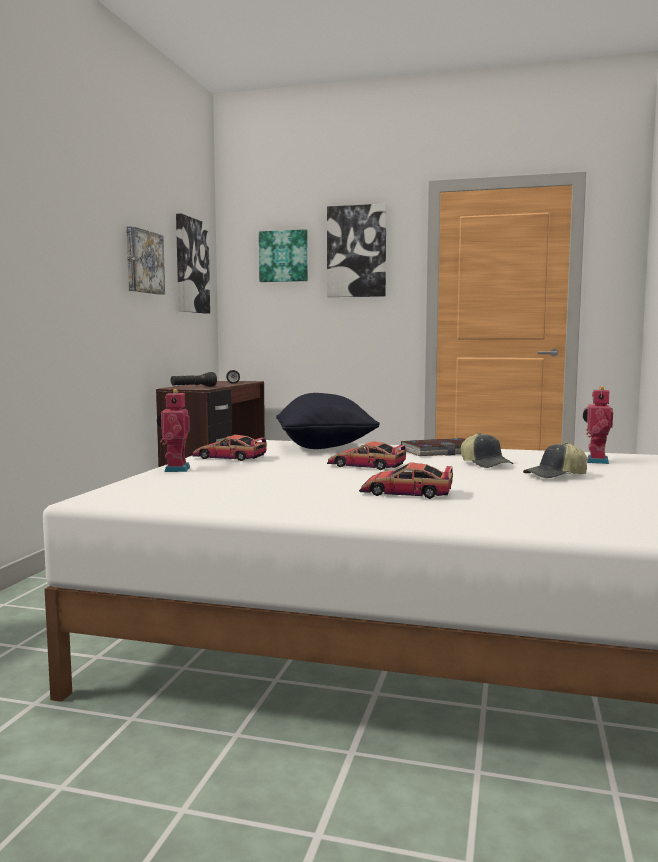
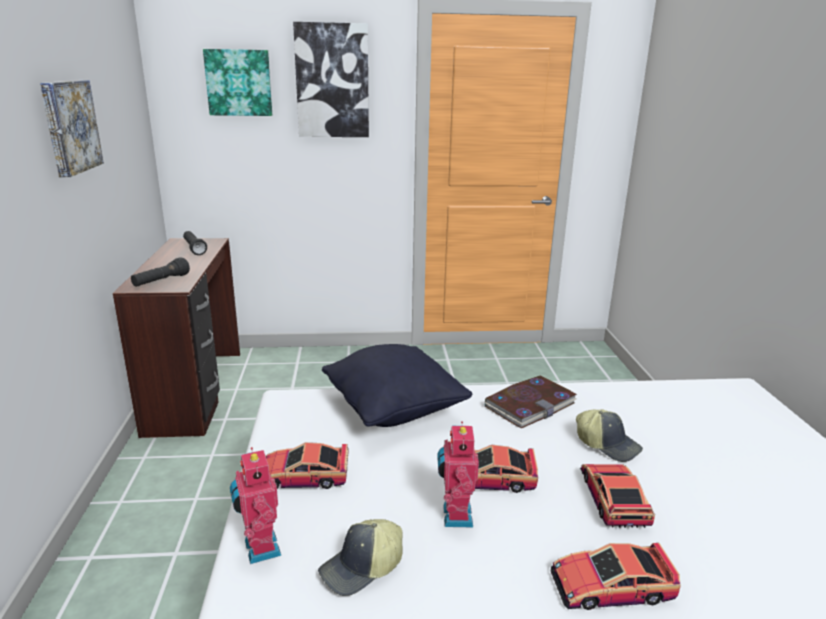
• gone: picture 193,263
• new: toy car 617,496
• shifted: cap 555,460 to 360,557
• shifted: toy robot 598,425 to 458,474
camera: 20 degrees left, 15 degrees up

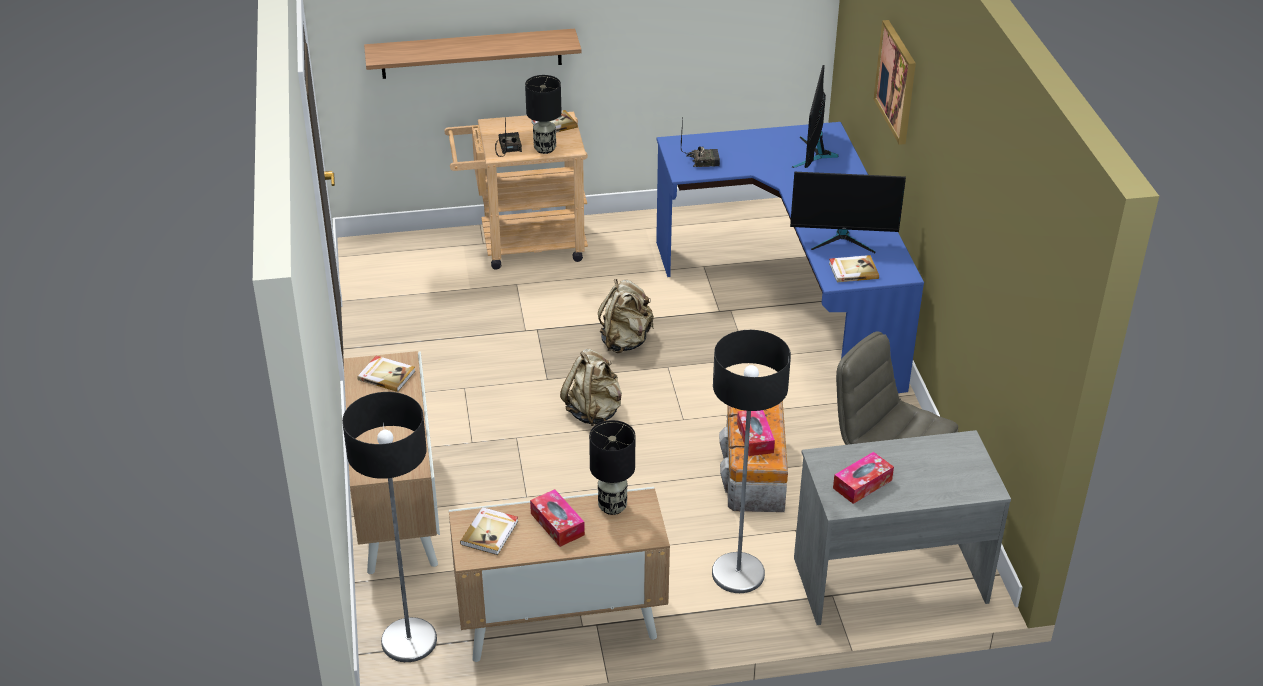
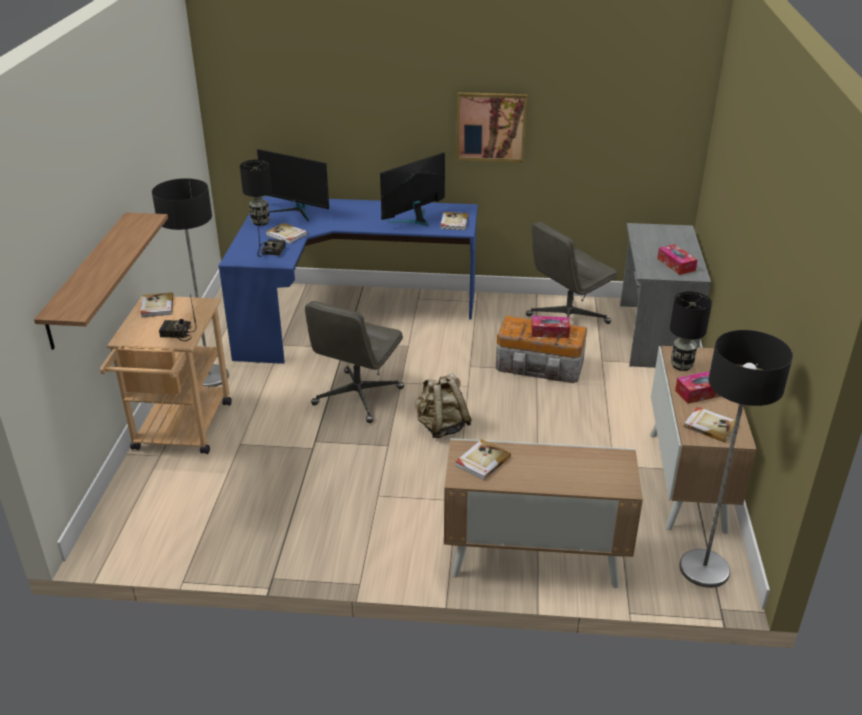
• new: book 287,233
• shifted: black table lamp 543,114 to 256,193
• shifted: floor lamp 751,461 to 190,282
• shifted: picture 895,82 to 491,127
• swapped: beige backpack 626,316 to grey office chair 354,362
• rotated: monitor 848,212 = 412,189 150 degrees counterclockwise
camera: 75 degrees left, 5 degrees down

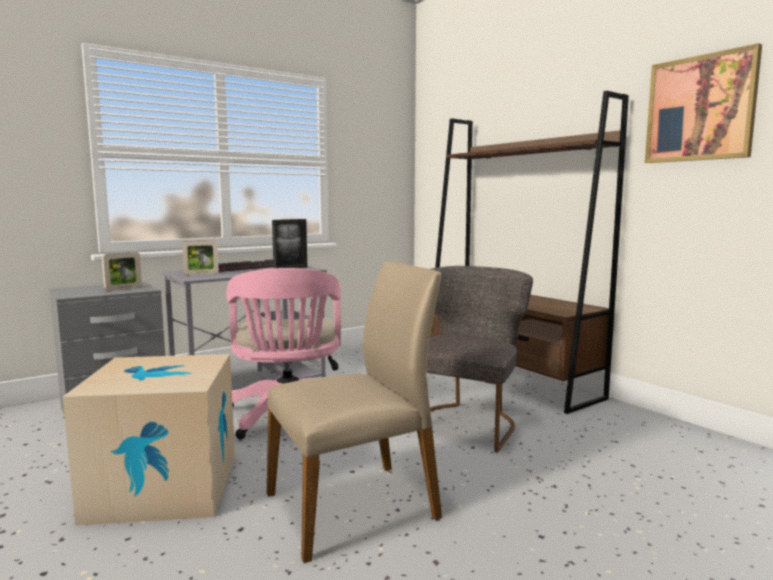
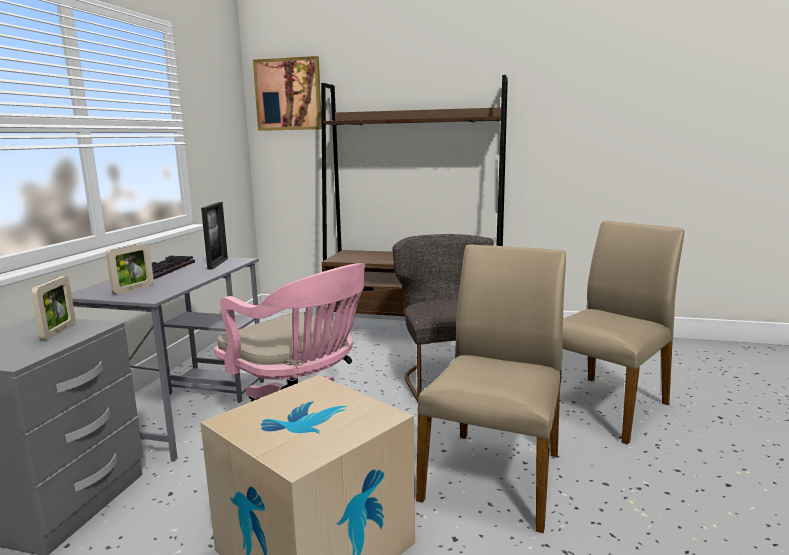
• new: beige chair 623,333
• shifted: picture 703,103 to 287,93
camera: 40 degrees left, 5 degrees up

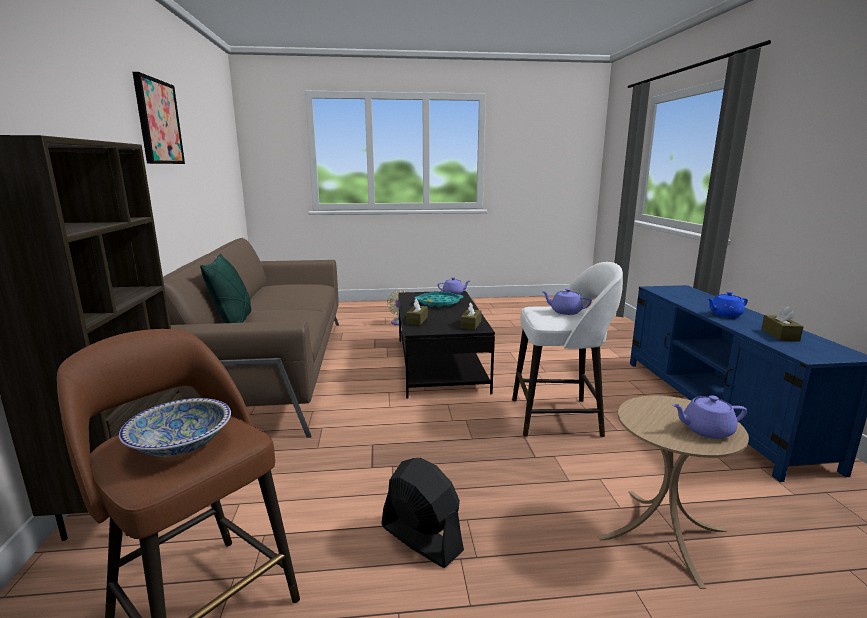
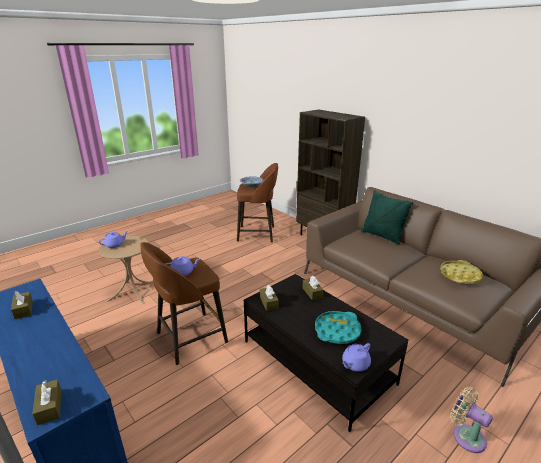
• gone: picture 158,118
• gone: black fan 422,513
• gone: blue teapot 727,304
• new: brown tissue box 46,402
• new: yellow tray 461,272
• repainted: white stool 567,349 to brown stool 184,303
camera: 145 degrees right, 10 degrees up

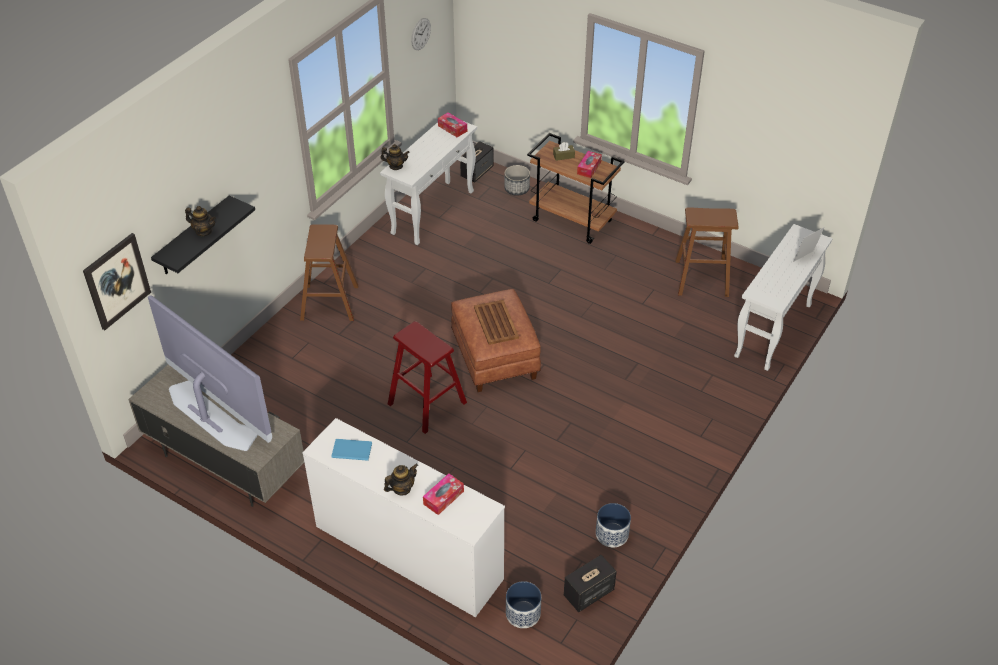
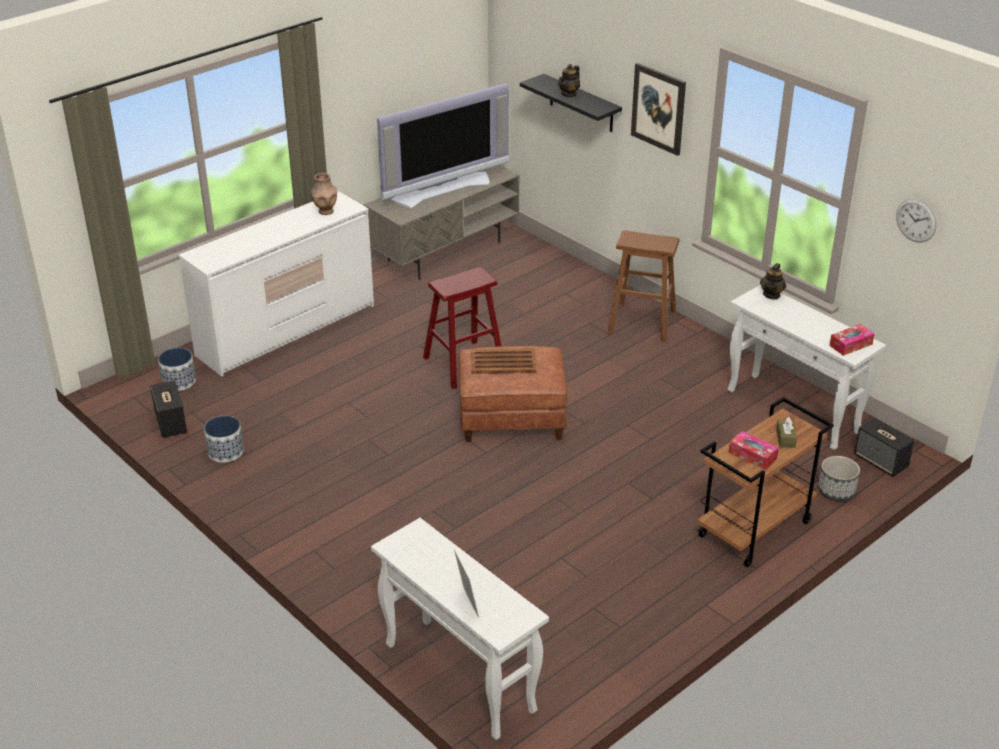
• gone: teapot 401,479
• gone: tissue box 443,494
• gone: brown stool 706,252
• shifted: picture 117,281 to 658,109
• swapped: blue book 351,450 to brown vase 324,194
camera: 105 degrees right, 10 degrees down

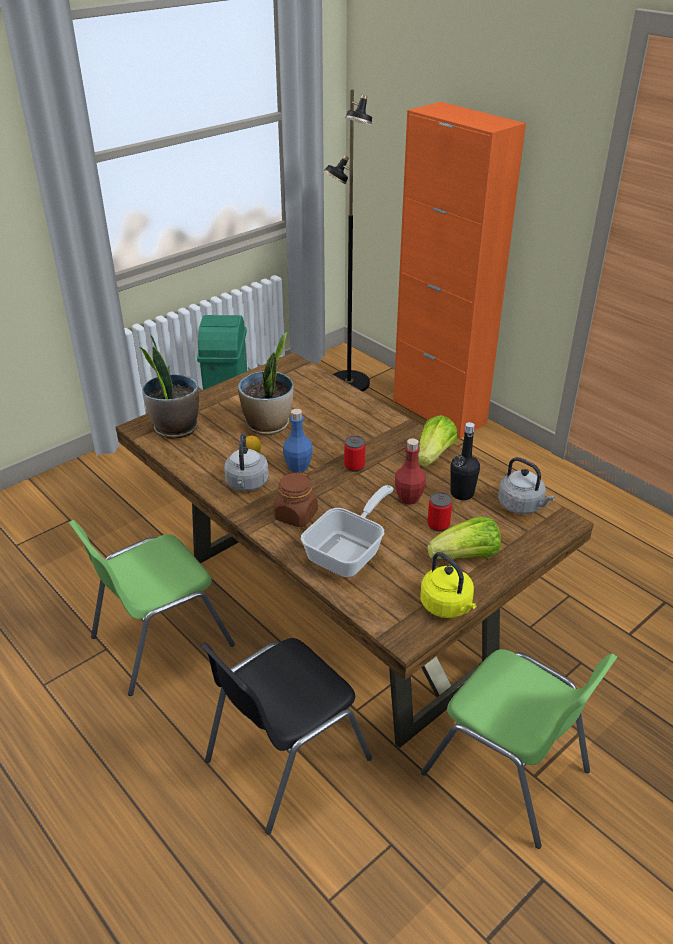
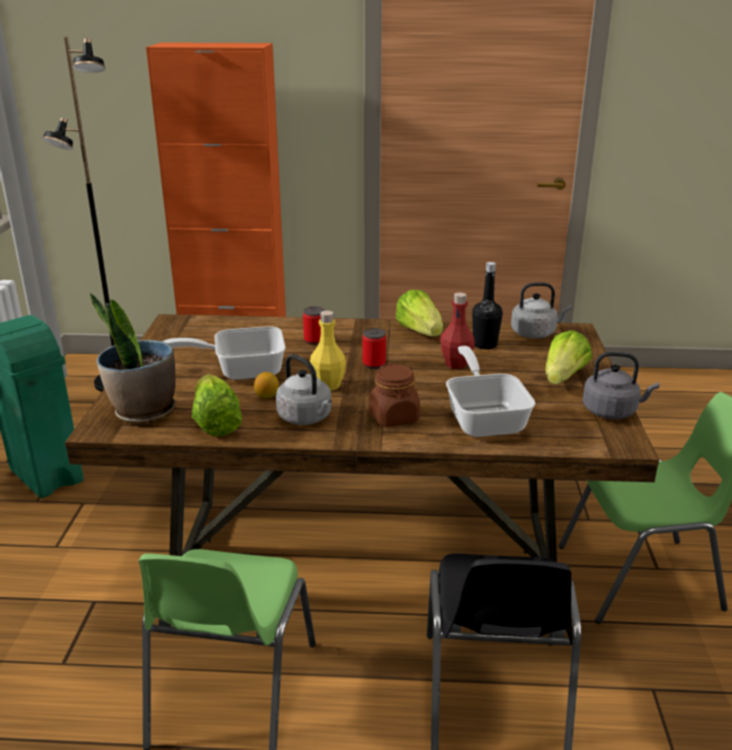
• new: lettuce 217,405
• shifted: can 439,512 to 314,325
• swapped: potted plant 265,383 to frying pan 224,353
• repainted: blue bottle 297,441 to yellow bottle 328,351
• repainted: yellow kettle 448,585 to grey kettle 621,385
camera: 45 degrees left, 10 degrees down

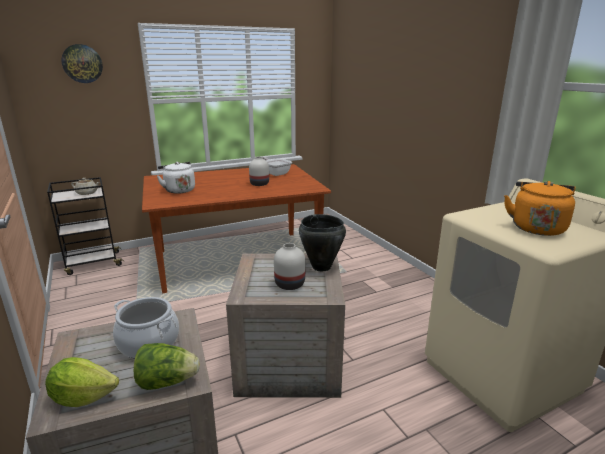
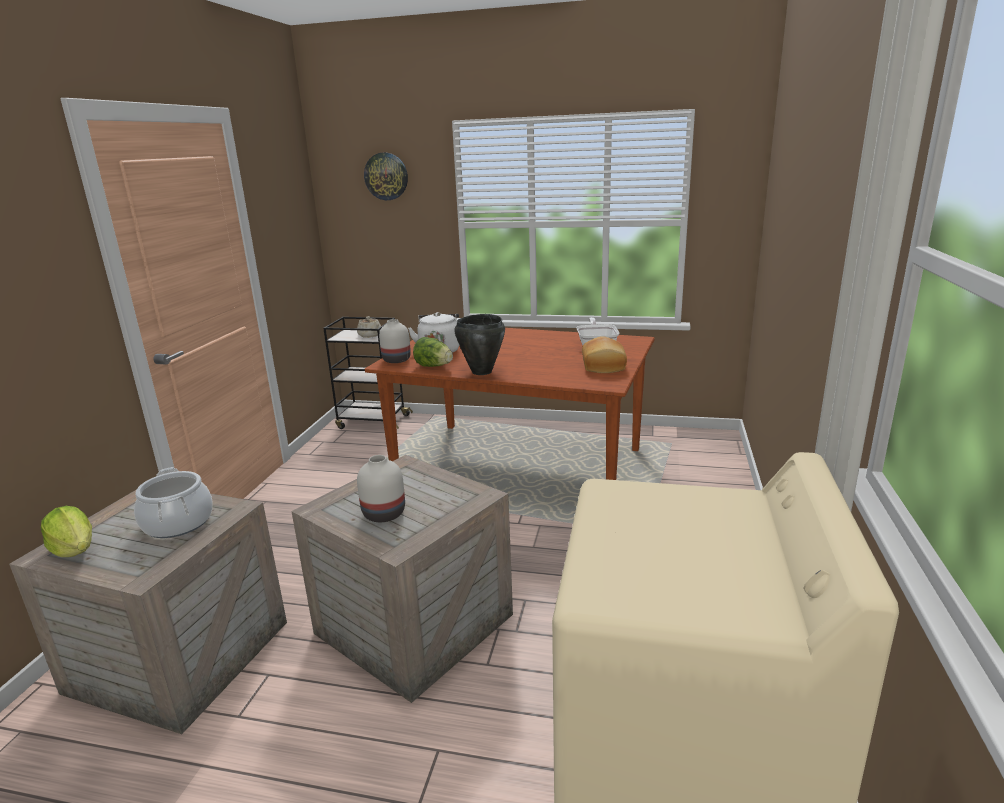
• gone: orange kettle 539,208
• new: bread 604,354
• shifted: lettuce 167,366 to 433,352
• shifted: white vase 259,171 to 395,341
• shifted: black cooking pot 322,242 to 479,344
camera: 40 degrees right, 0 degrees up

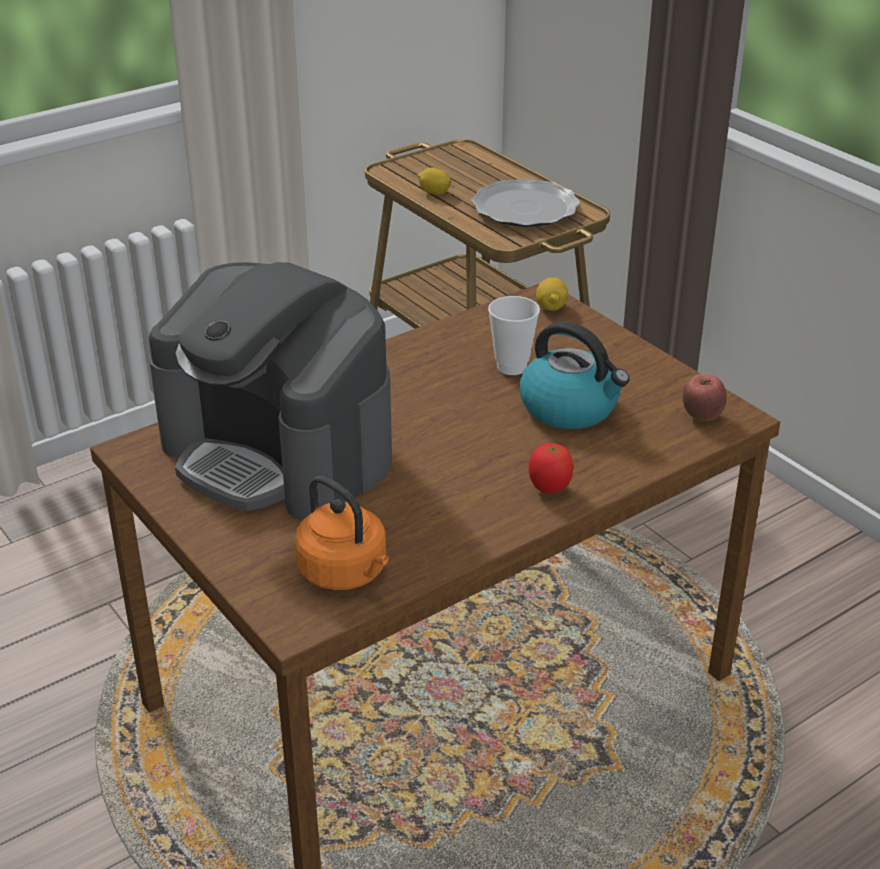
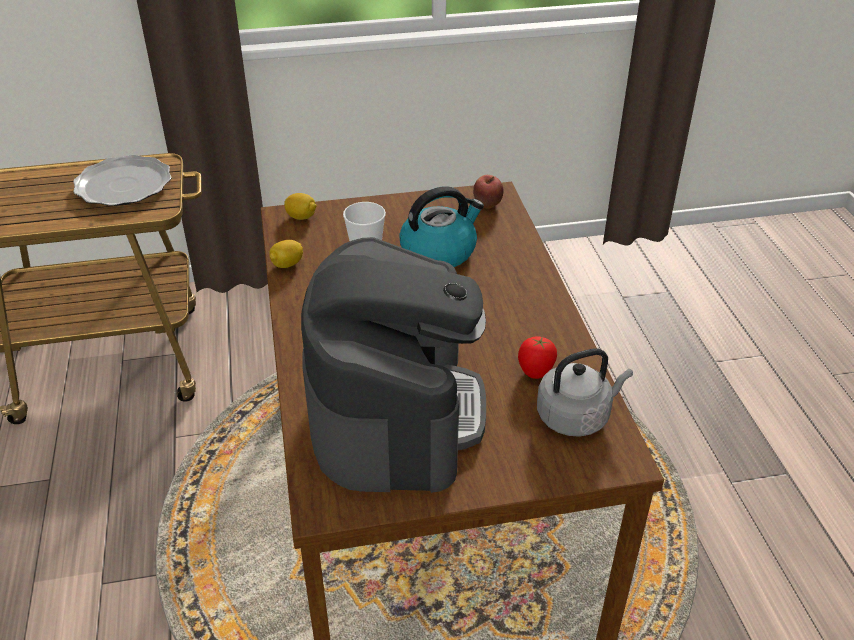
• shifted: lemon 434,181 to 286,254
• shifted: tomato 550,468 to 537,357
• repainted: orange kettle 342,533 to grey kettle 585,392
• rotated: coffee machine 270,391 = 393,365 60 degrees counterclockwise
camera: 65 degrees left, 5 degrees up

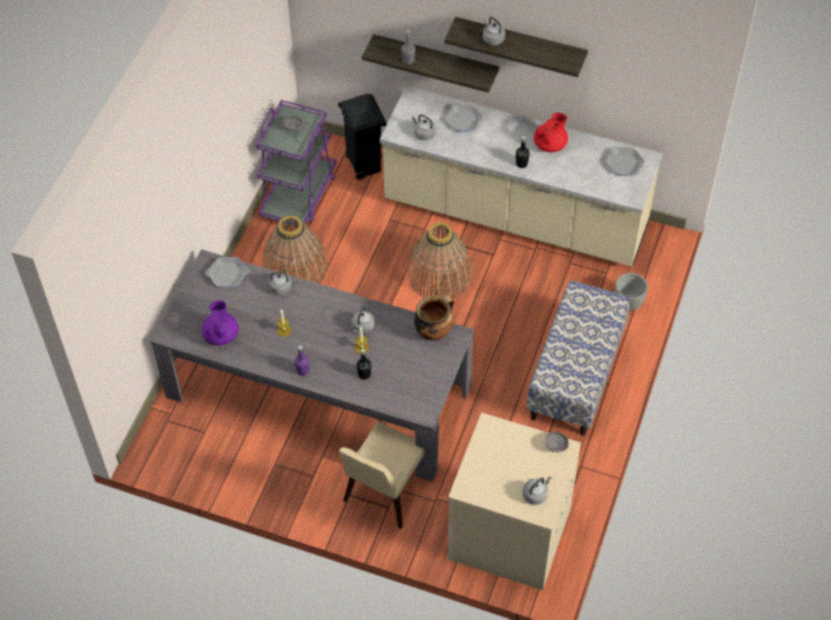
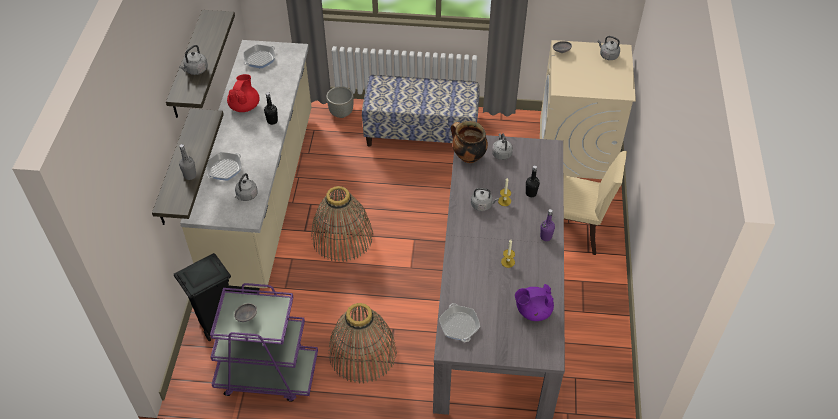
• shifted: grey kettle 283,283 to 502,146
• rotated: red teapot 551,132 = 243,93 75 degrees clockwise
camera: 105 degrees left, 5 degrees down

